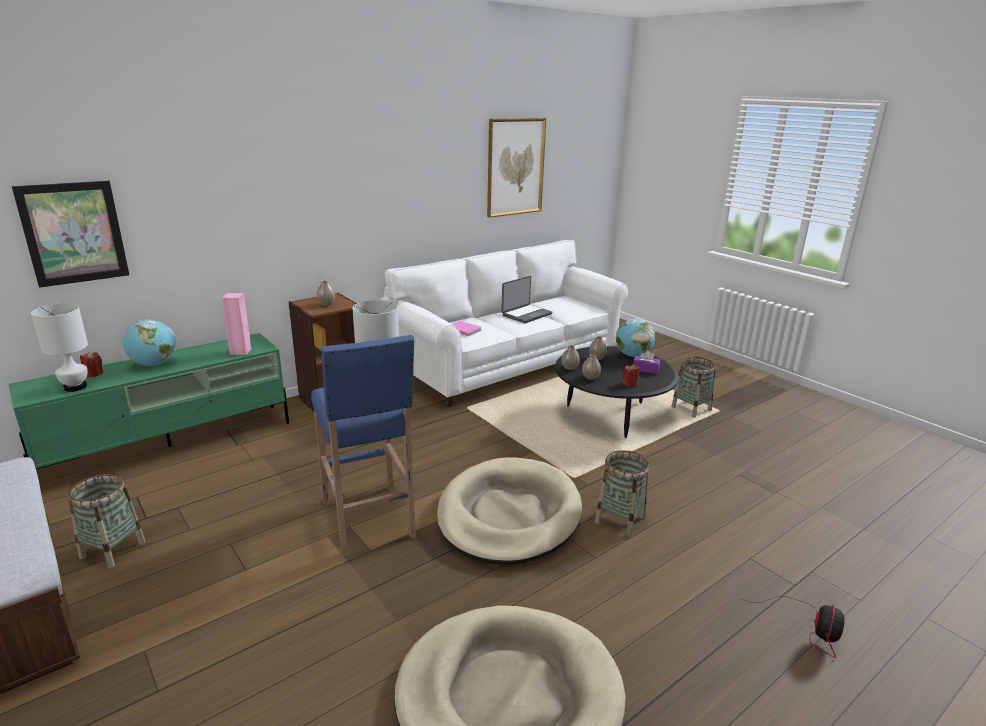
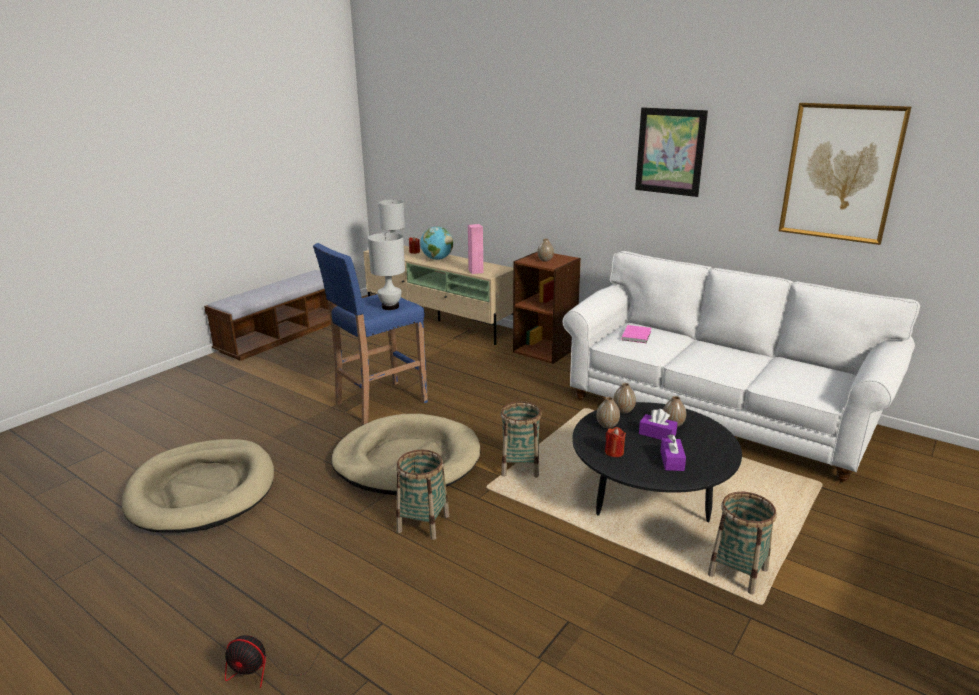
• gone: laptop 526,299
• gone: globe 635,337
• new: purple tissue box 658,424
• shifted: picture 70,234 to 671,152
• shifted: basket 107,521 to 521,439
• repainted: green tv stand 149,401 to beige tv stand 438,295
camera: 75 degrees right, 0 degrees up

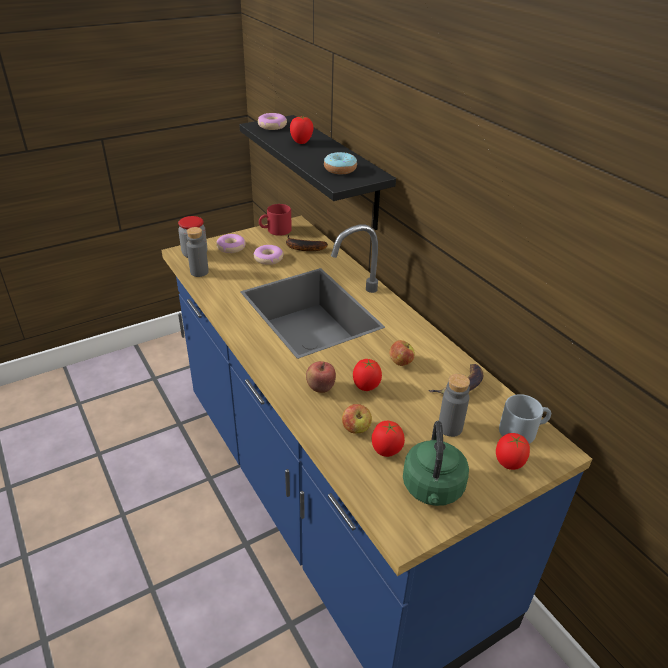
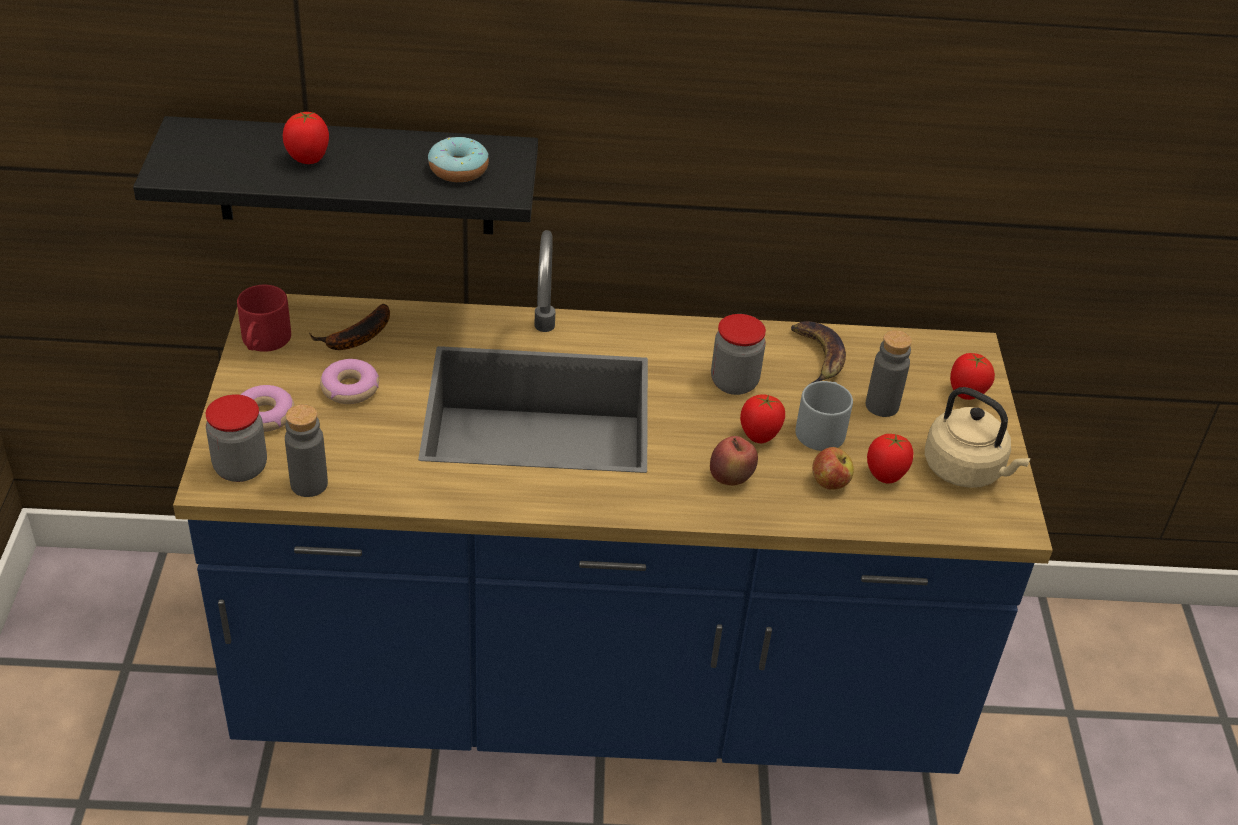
• gone: donut 272,121
• shifted: grey mug 525,419 to 824,416
• swapped: apple 402,353 to jar 738,354
• repainted: green kettle 436,463 to beige kettle 978,437
camera: 60 degrees left, 5 degrees up

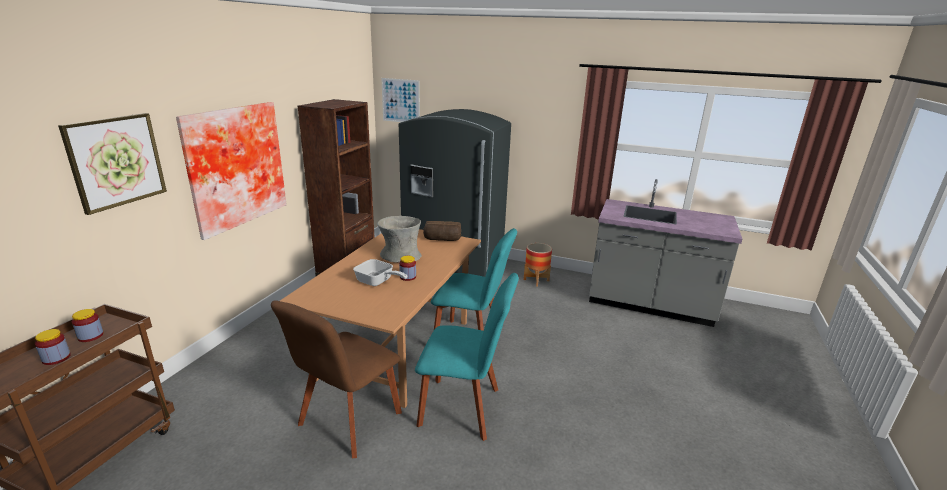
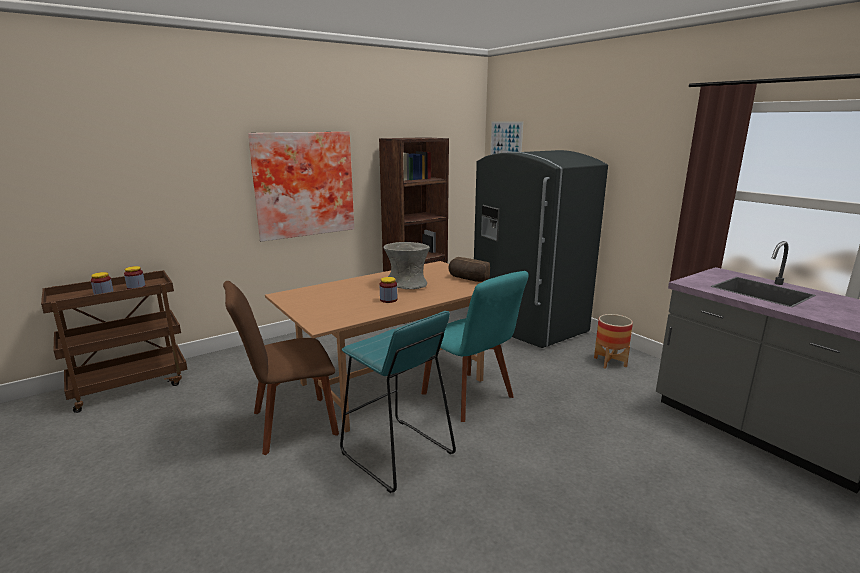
• gone: picture 112,164
• gone: frying pan 380,272
• swapped: turquoise chair 467,357 to turquoise stool 398,402
camera: 35 degrees right, 5 degrees down

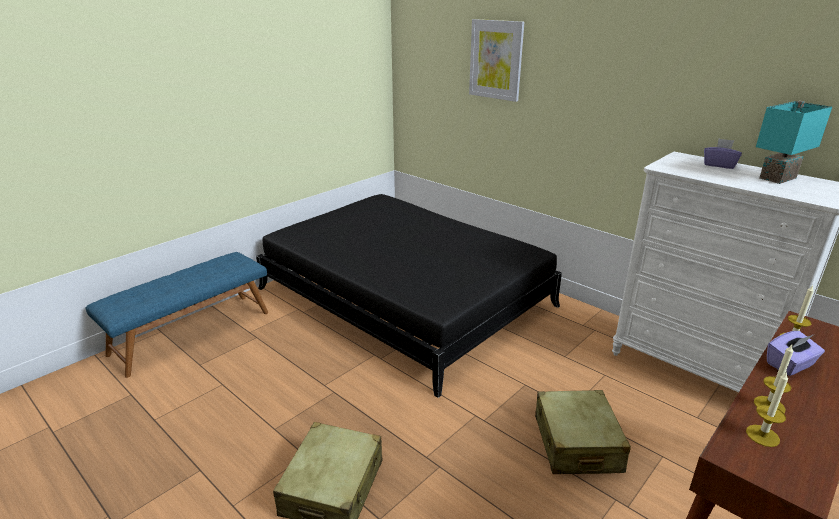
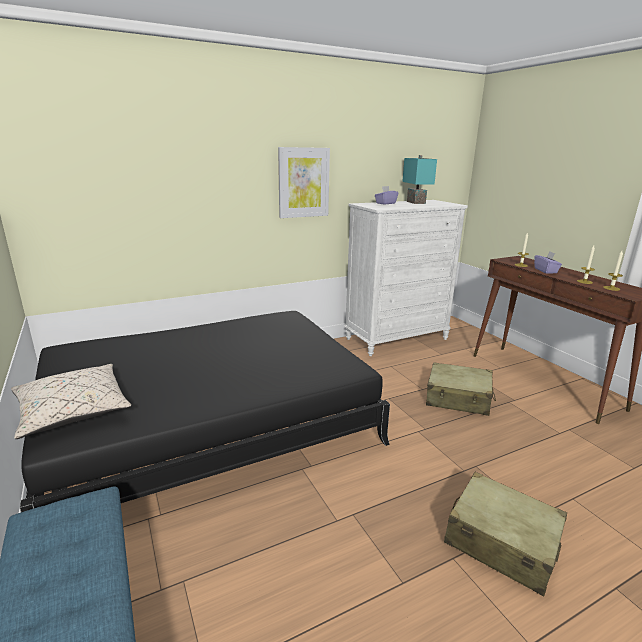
• new: beige pillow 71,401
• shifted: picture 496,60 to 304,182
camera: 70 degrees left, 5 degrees down

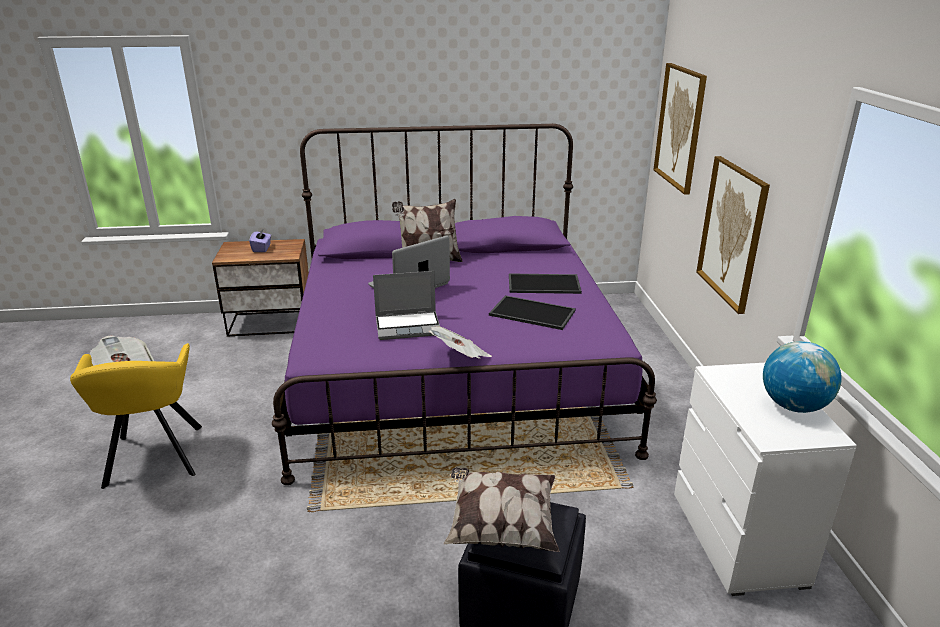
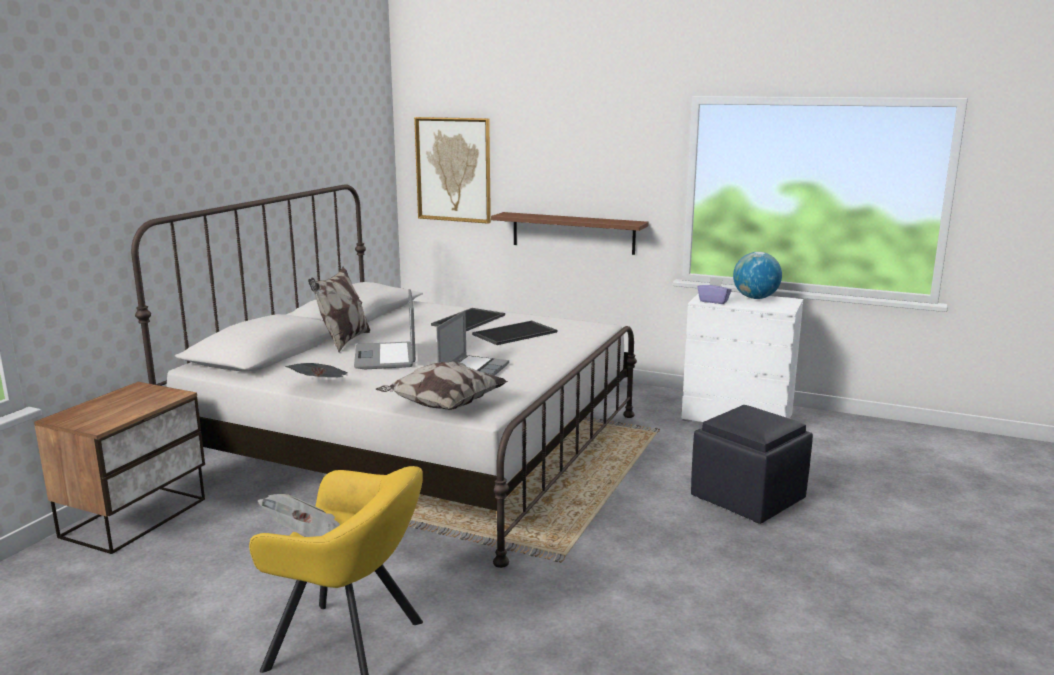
• shifted: purple tissue box 260,240 to 714,290
• shifted: newspaper 460,342 to 316,370
• shifted: pillow 501,509 to 442,385
• swapped: picture 733,235 to brown shelf 570,233
• repainted: purple bed 464,304 to white bed 384,376
camera: 60 degrees left, 10 degrees down

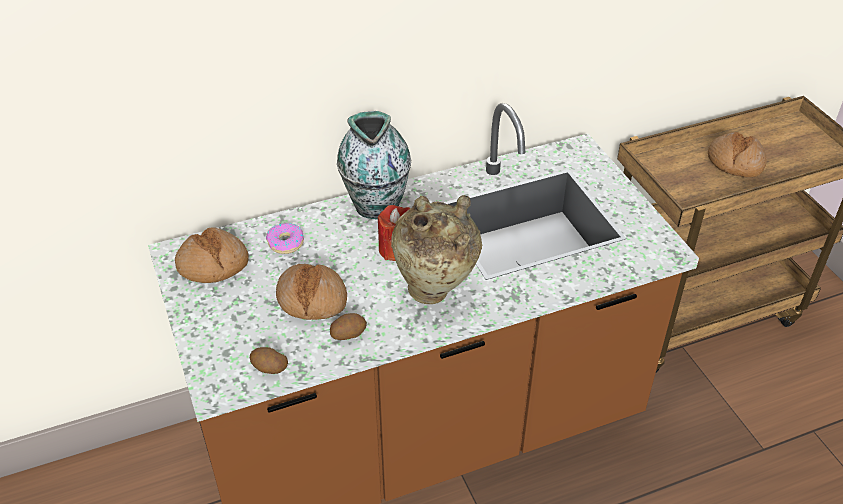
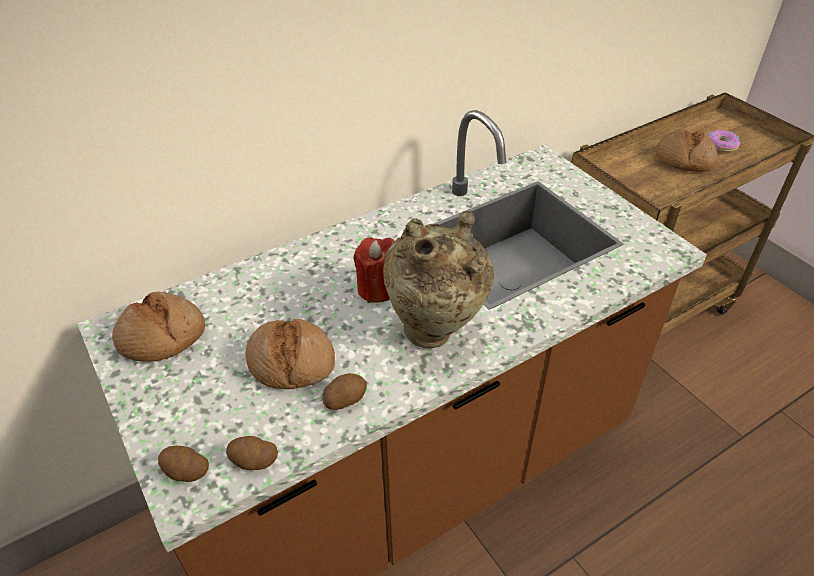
• gone: vase 374,165
• new: potato 183,464
• shifted: donut 285,238 to 724,141
camera: 10 degrees left, 0 degrees up

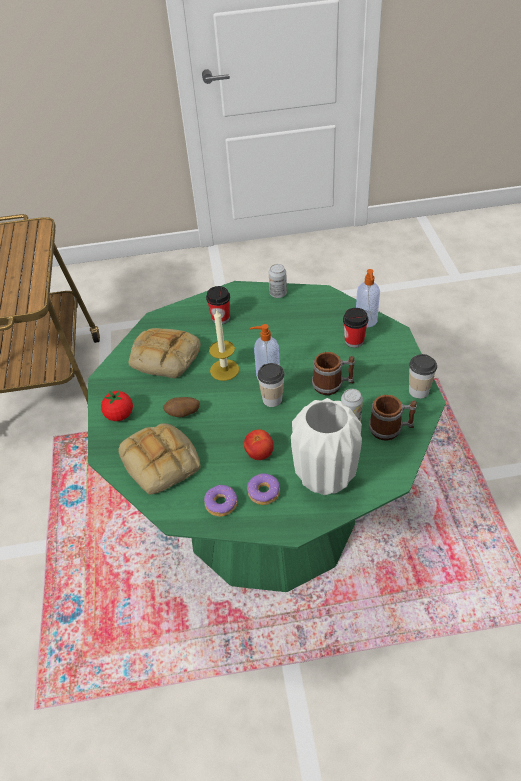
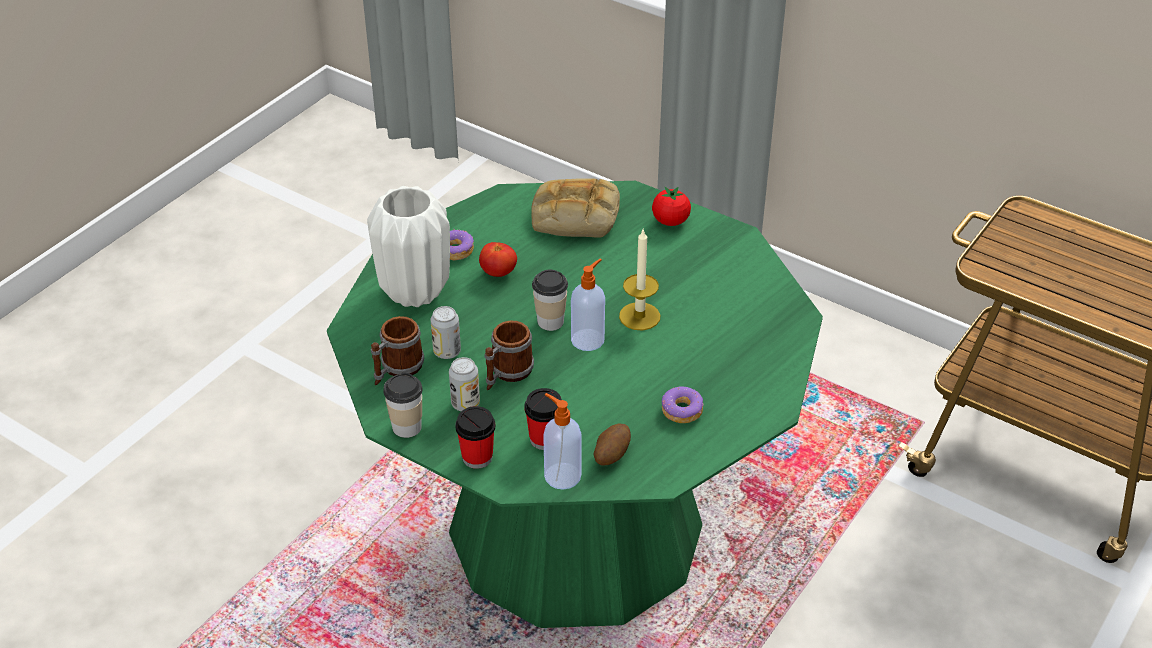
• gone: bread 165,353
• shifted: potato 181,407 to 612,444
• shifted: donut 220,501 to 682,404
• shifted: cup 218,305 to 475,437
• shifted: can 278,281 to 464,384
camera: 130 degrees right, 5 degrees down

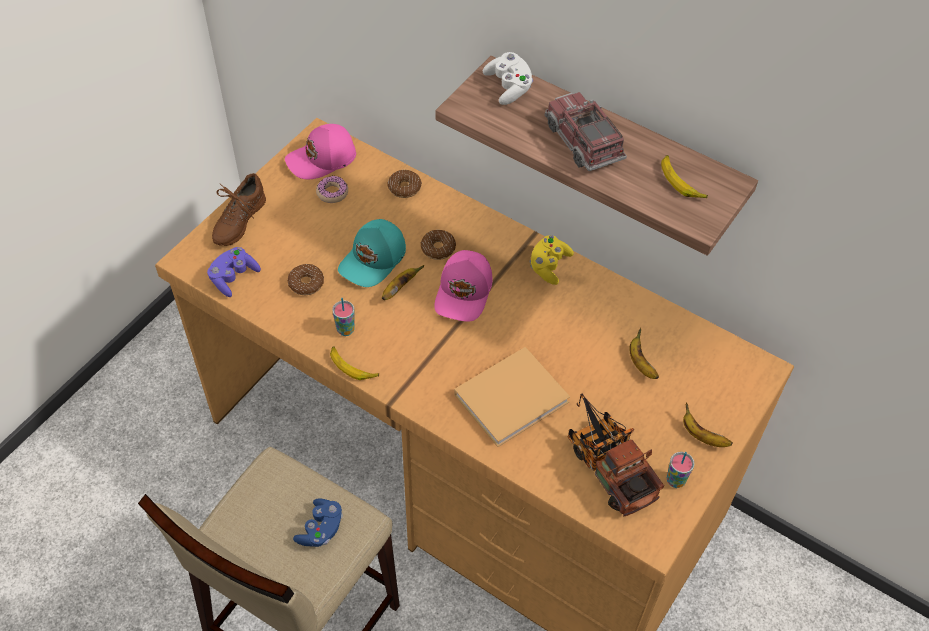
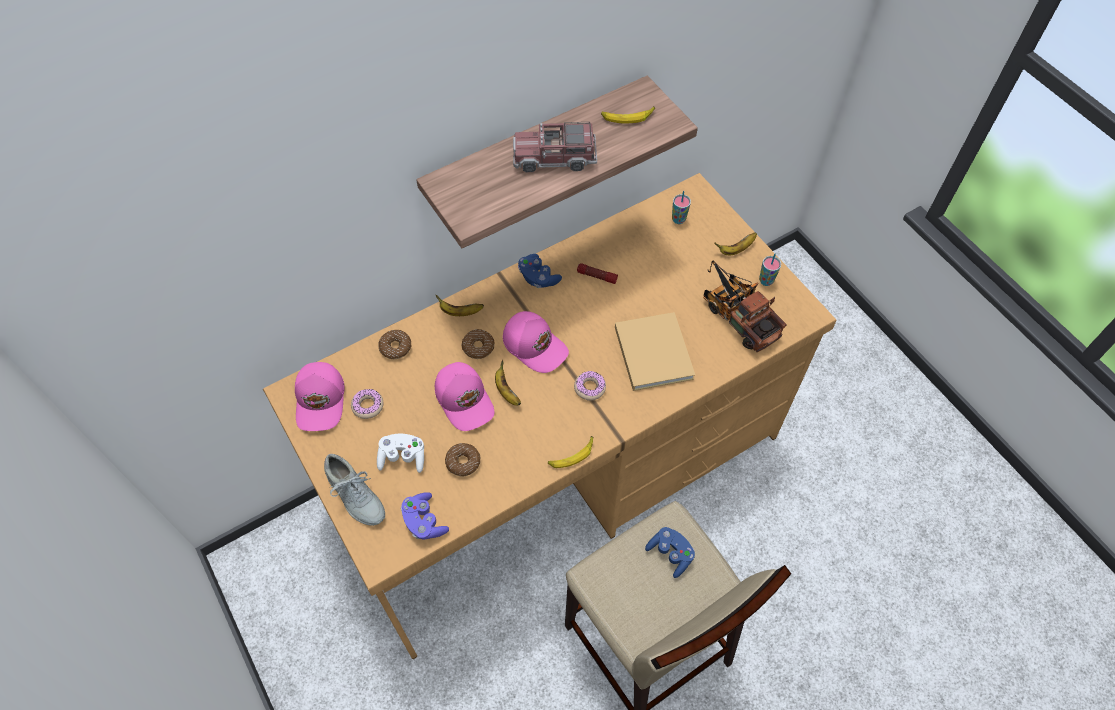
• new: donut 590,386
• new: flashlight 597,273
• shifted: cup 343,317 to 681,207
• shifted: white game controller 508,78 to 400,453
• shifted: banana 644,353 to 460,305
• repainted: brown shoe 239,209 to grey shoe 354,490
• repainted: turquoise cap 372,253 to pink cap 464,396
• repainted: yellow game controller 552,260 to blue game controller 540,271
• rotated: toy truck 616,454 = 745,306 60 degrees clockwise
camera: 65 degrees left, 5 degrees up

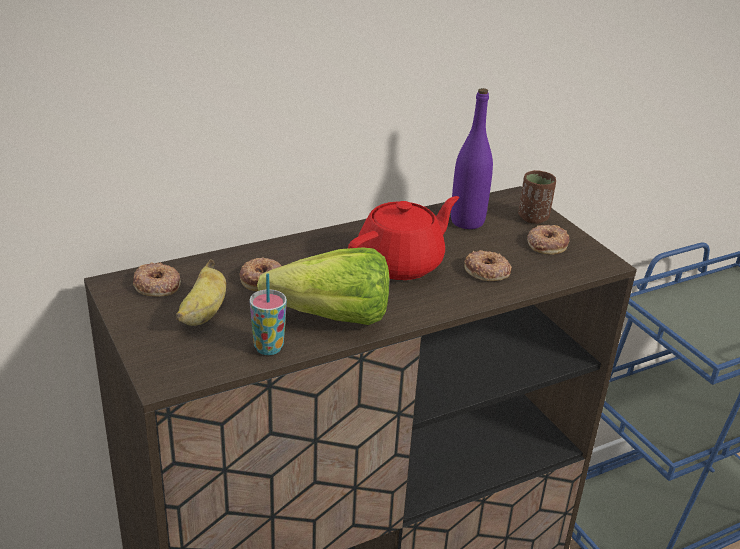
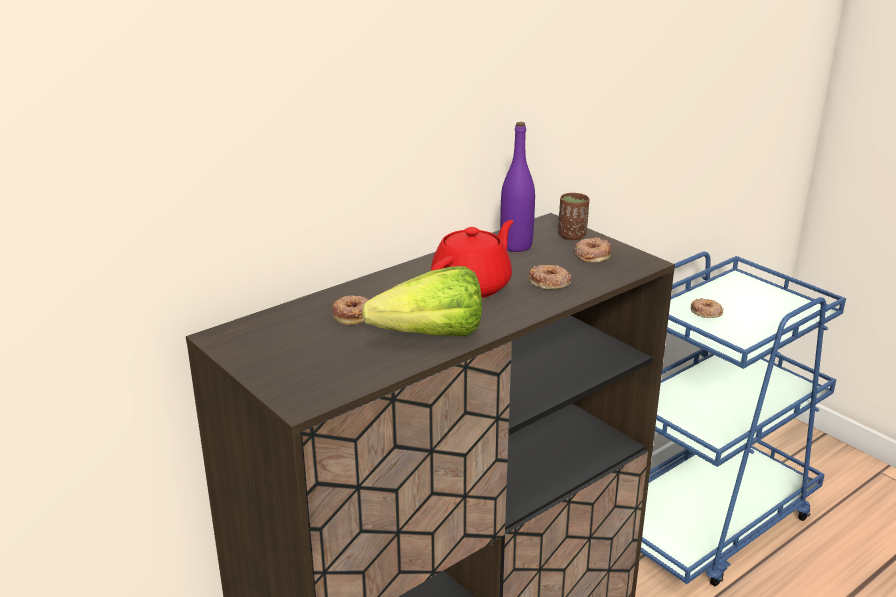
• gone: banana 201,293
• gone: cup 268,314
• shifted: donut 157,279 to 707,308
camera: 10 degrees left, 5 degrees down

